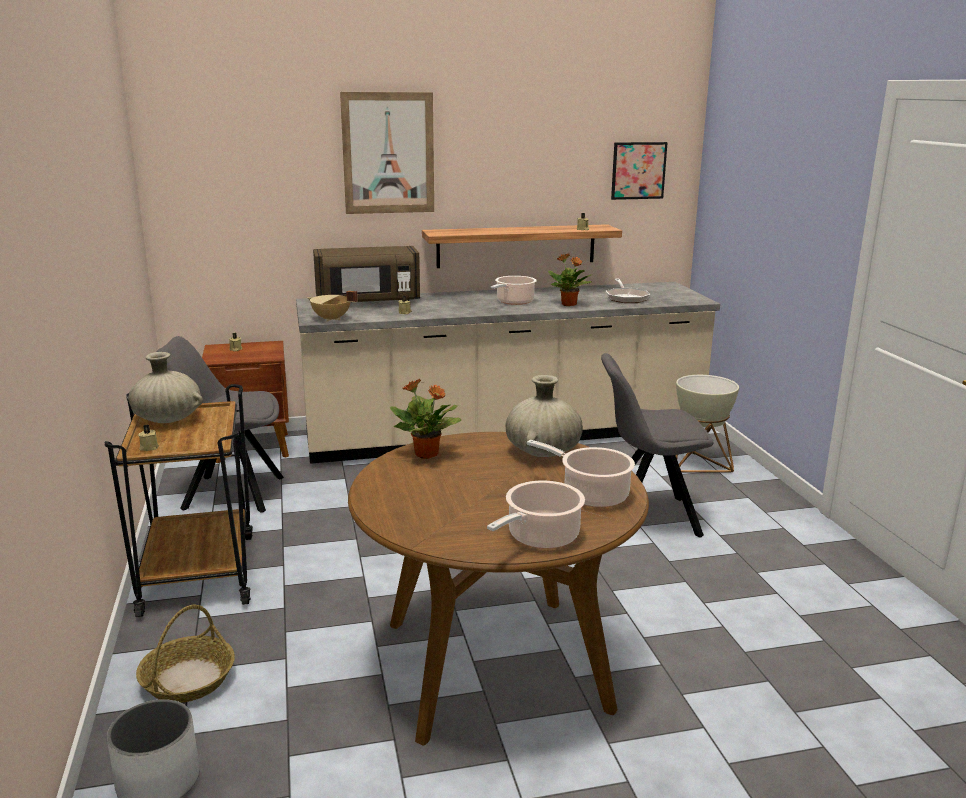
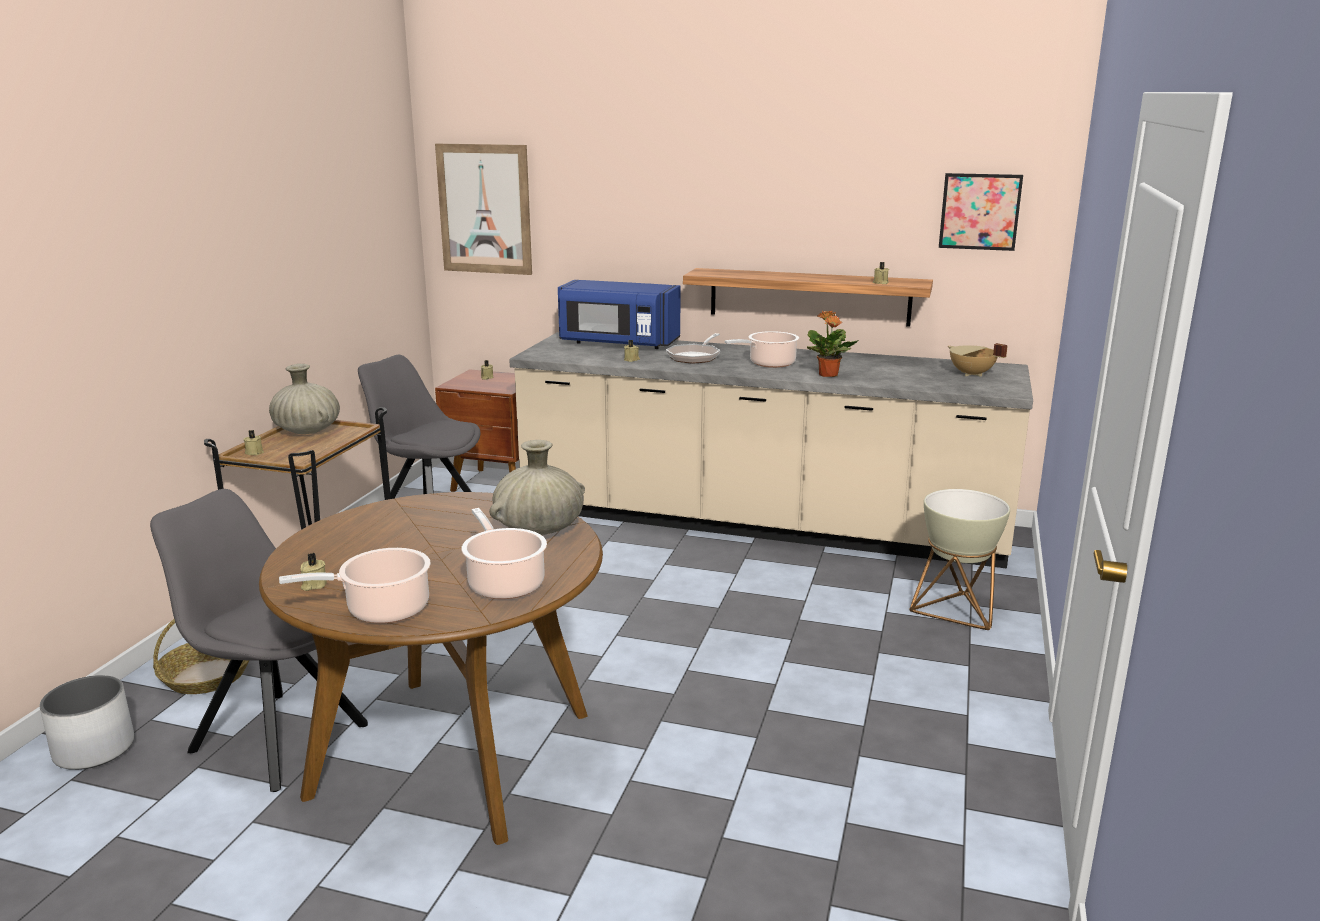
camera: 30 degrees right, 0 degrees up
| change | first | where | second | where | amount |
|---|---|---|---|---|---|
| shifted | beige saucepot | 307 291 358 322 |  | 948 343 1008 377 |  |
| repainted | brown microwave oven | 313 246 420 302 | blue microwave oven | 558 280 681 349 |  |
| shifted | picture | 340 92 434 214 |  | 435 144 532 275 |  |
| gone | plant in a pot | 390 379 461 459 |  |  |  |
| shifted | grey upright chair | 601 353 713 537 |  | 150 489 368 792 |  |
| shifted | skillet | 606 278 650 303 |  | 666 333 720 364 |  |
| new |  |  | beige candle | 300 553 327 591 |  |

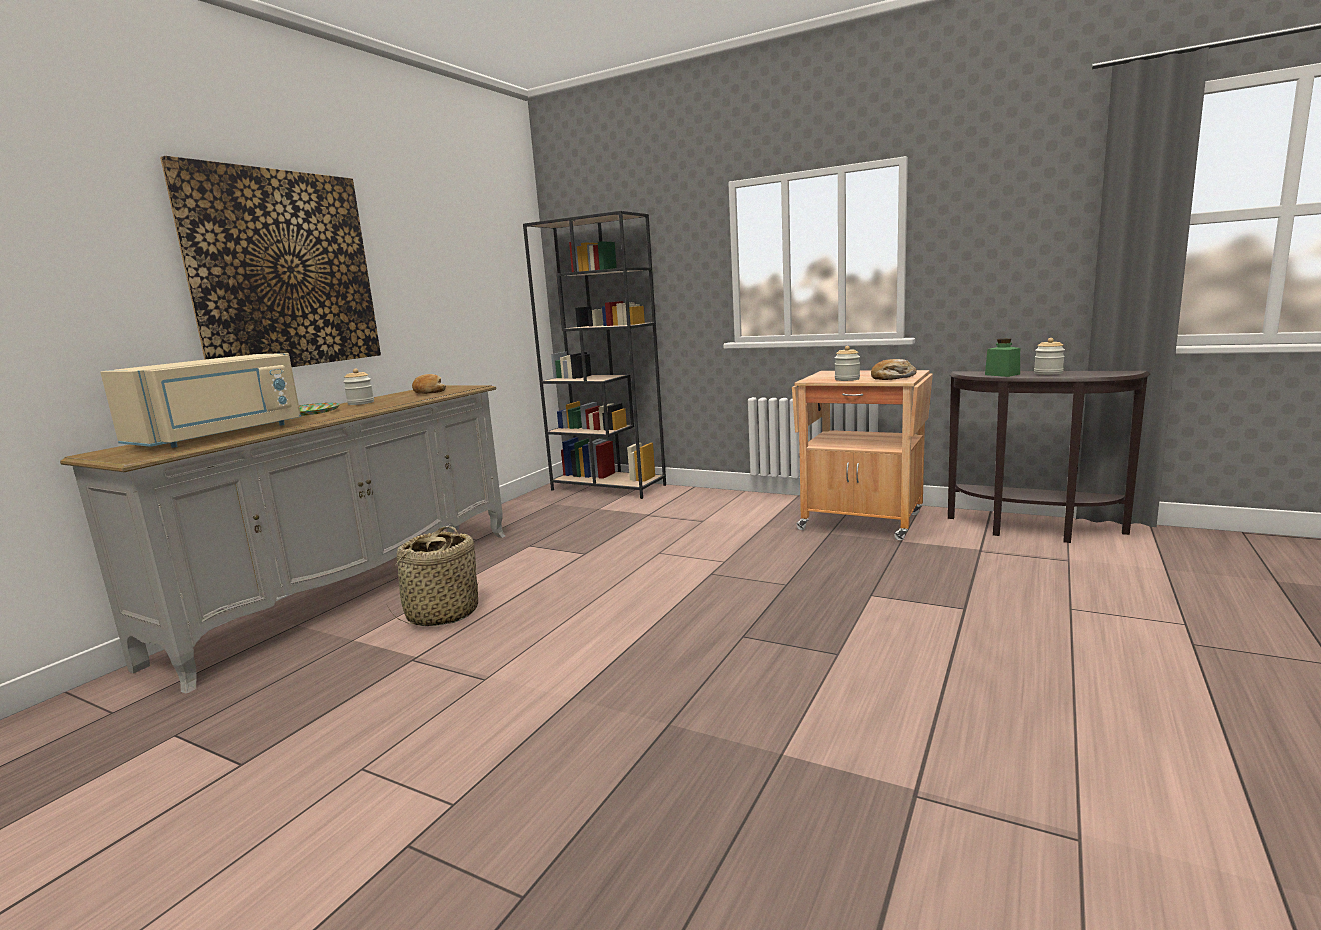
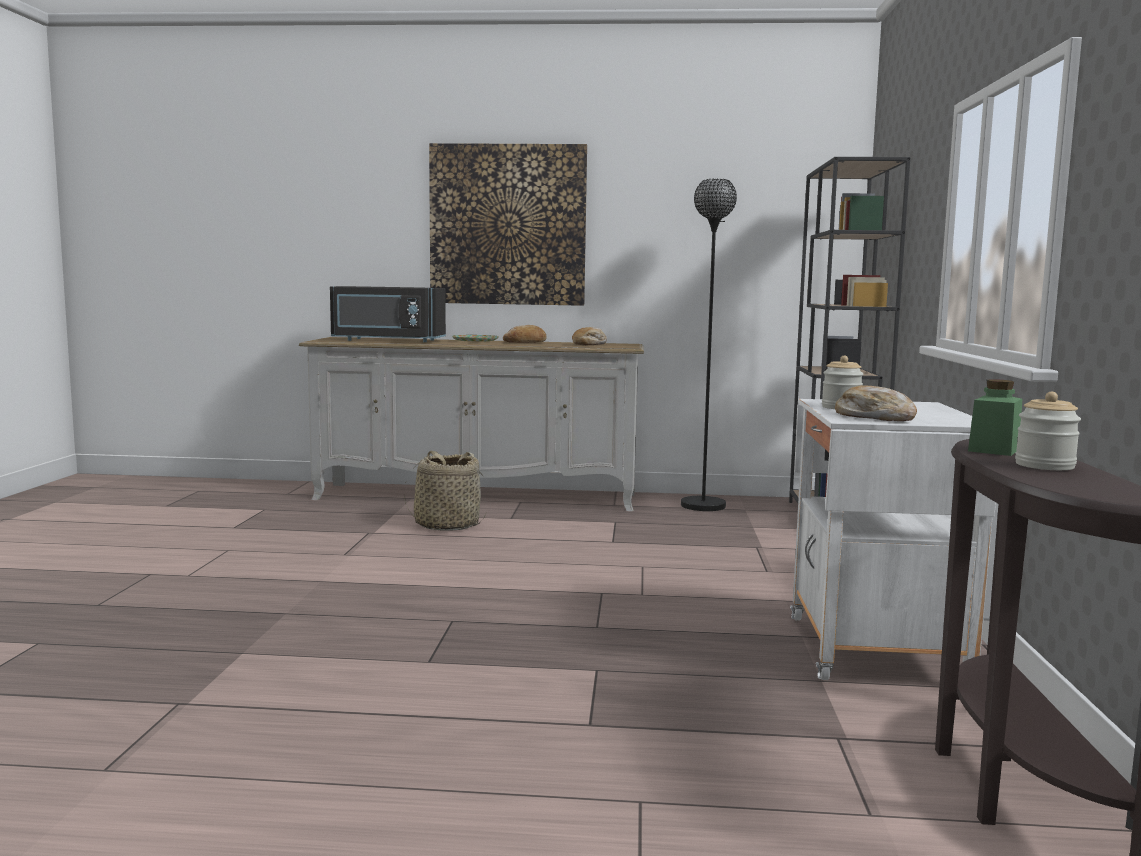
camera: 65 degrees right, 5 degrees down
| change | first | where | second | where | amount |
|---|---|---|---|---|---|
| repainted | beige microwave oven | 100 353 301 448 | black microwave oven | 330 286 446 342 |  |
| swapped | jar | 343 369 374 405 | baked bread | 503 325 547 343 |  |
| repainted | brown wheeled cart | 792 370 933 541 | white wheeled cart | 790 399 996 680 |  |
| new |  |  | black floor lamp | 681 179 737 511 |  |

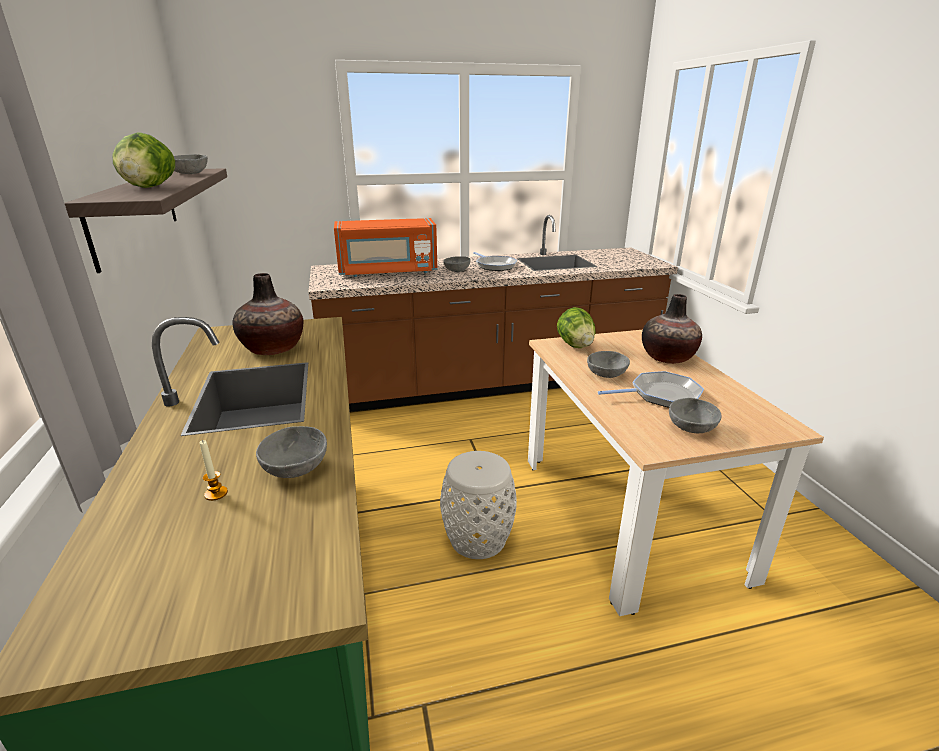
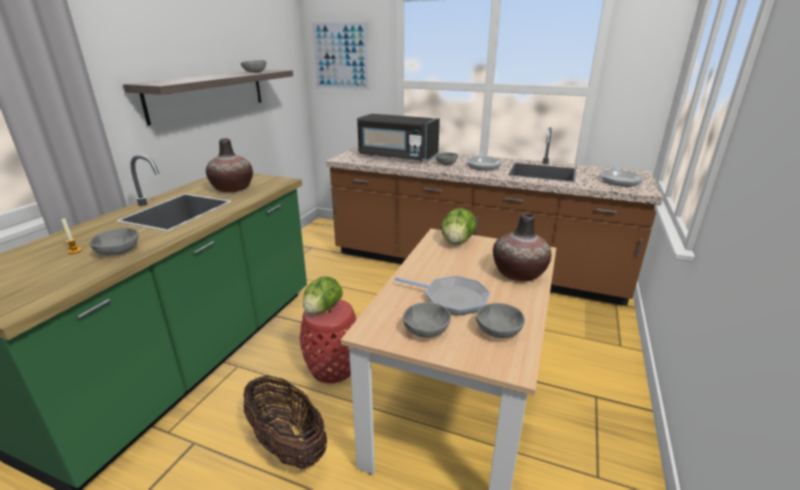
camera: 35 degrees right, 0 degrees up
| change | first | where | second | where | amount |
|---|---|---|---|---|---|
| shifted | lettuce | 112 132 175 188 |  | 303 277 343 314 |  |
| repainted | orange microwave oven | 334 218 438 277 | black microwave oven | 357 114 440 162 |  |
| repainted | white sitting stool | 440 451 517 559 | red-coloured sitting stool | 300 299 357 383 |  |
| shifted | grey serving bowl | 587 351 630 378 |  | 476 303 525 338 |  |
| new |  |  | storage basket | 243 375 327 469 |  |
| new |  |  | picture | 310 20 371 91 |  |
| new |  |  | skillet | 600 165 644 187 |  |

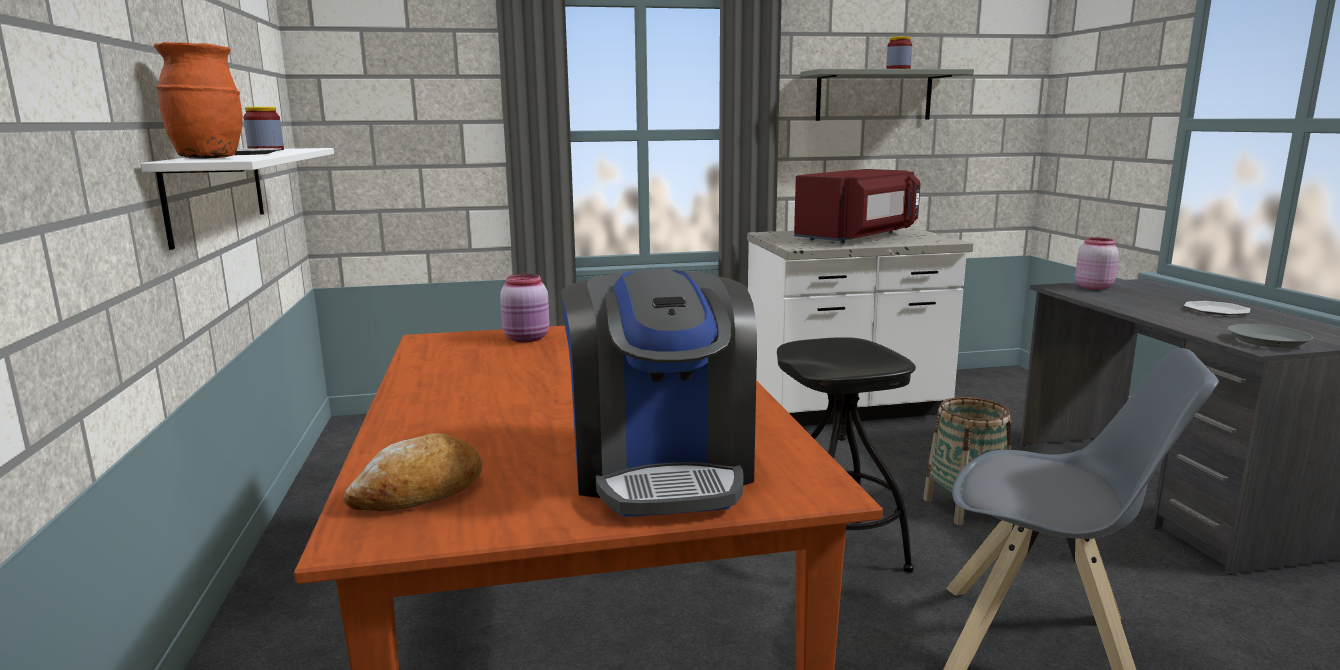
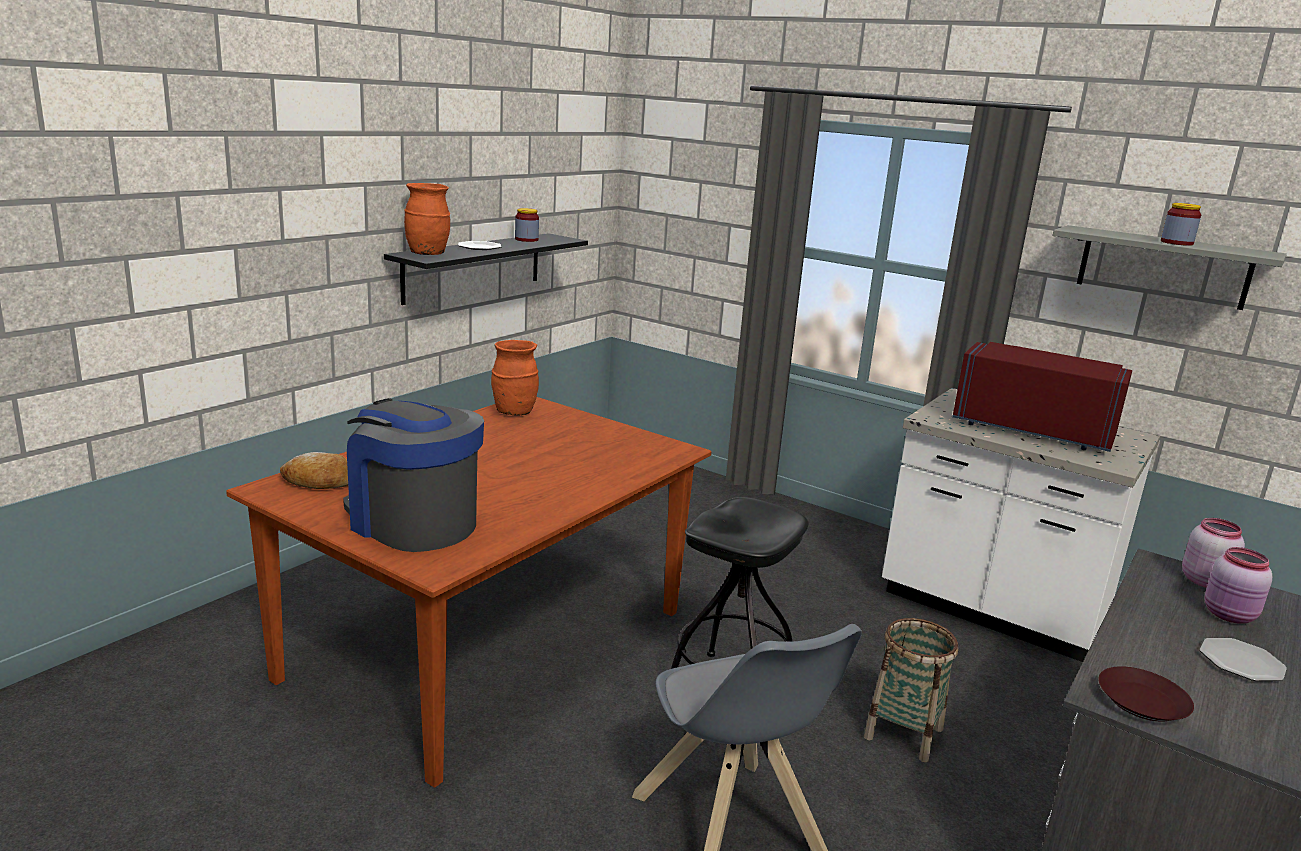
camera: 45 degrees right, 5 degrees up
| change | first | where | second | where | amount |
|---|---|---|---|---|---|
| repainted | white bracket shelf | 141 148 334 250 | black bracket shelf | 384 233 588 305 |  |
| shifted | pinkish jar | 500 274 550 342 |  | 1204 547 1272 624 |  |
| rotated | coffee machine | 561 268 757 517 |  | 343 398 484 552 | 90 degrees clockwise |
| rotated | red-coloured microwave oven | 794 169 920 244 |  | 952 342 1132 452 | 150 degrees counterclockwise |
| repainted | grey plate | 1228 324 1313 348 | brown plate | 1098 666 1194 721 |  |
| new |  |  | orange flower vase | 491 340 539 416 |  |

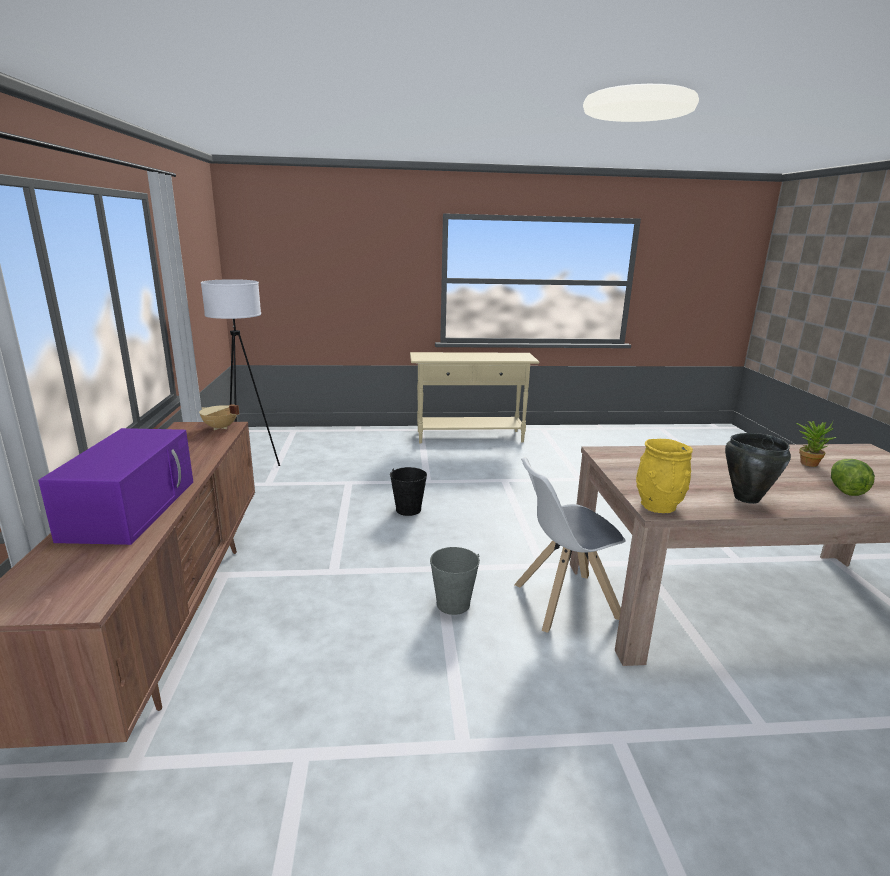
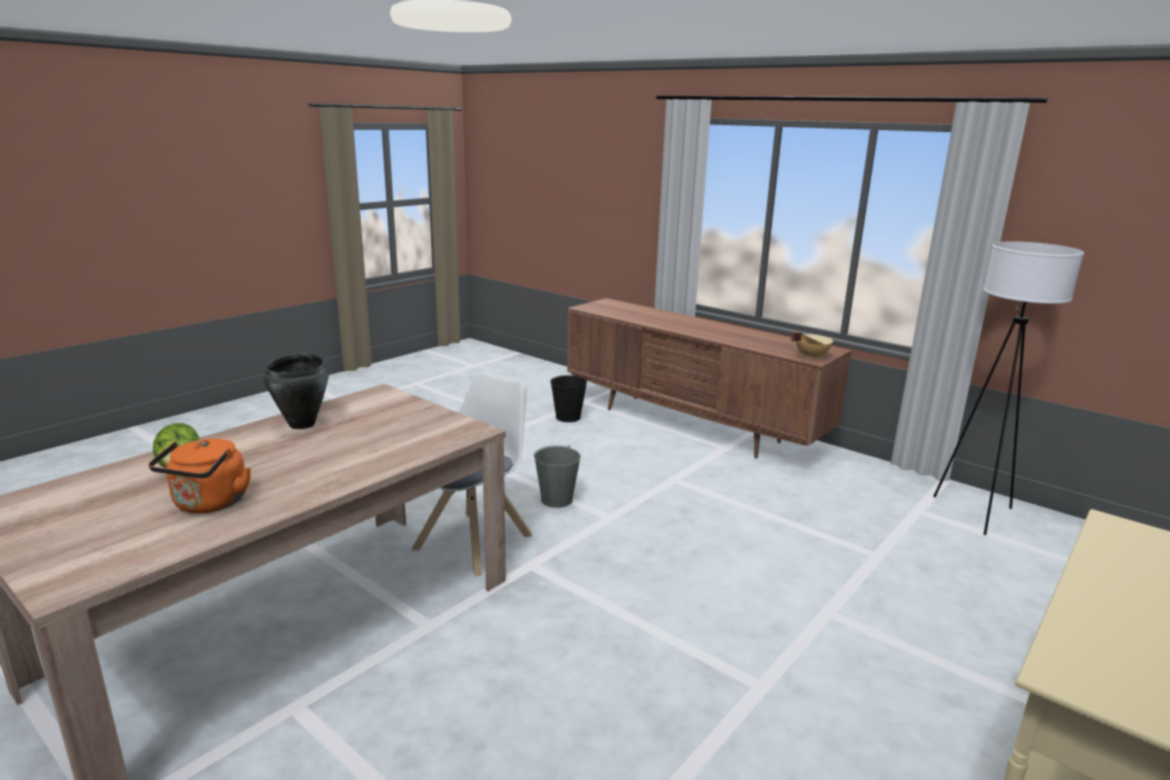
camera: 135 degrees right, 0 degrees up
| change | first | where | second | where | amount |
|---|---|---|---|---|---|
| gone | purple microwave oven | 38 428 193 545 |  |  |  |
| shifted | black bucket | 390 467 427 516 |  | 551 375 587 422 |  |
| gone | yellow flower vase | 636 439 693 513 |  |  |  |
| swapped | plant in a pot | 796 421 836 467 | orange kettle | 148 439 251 513 |  |

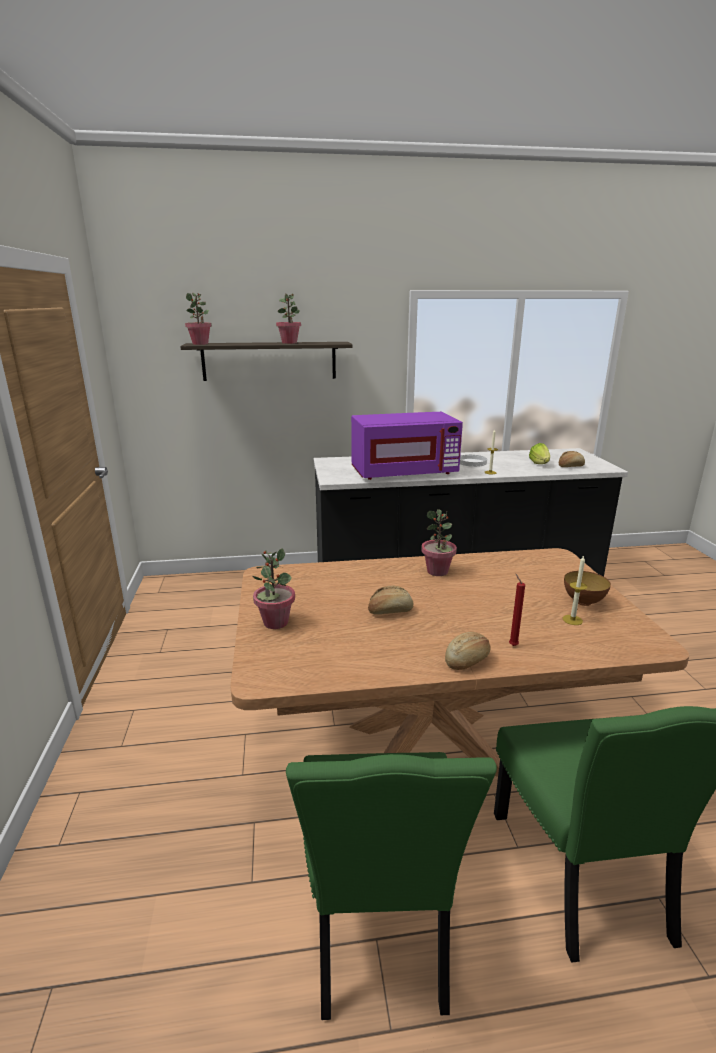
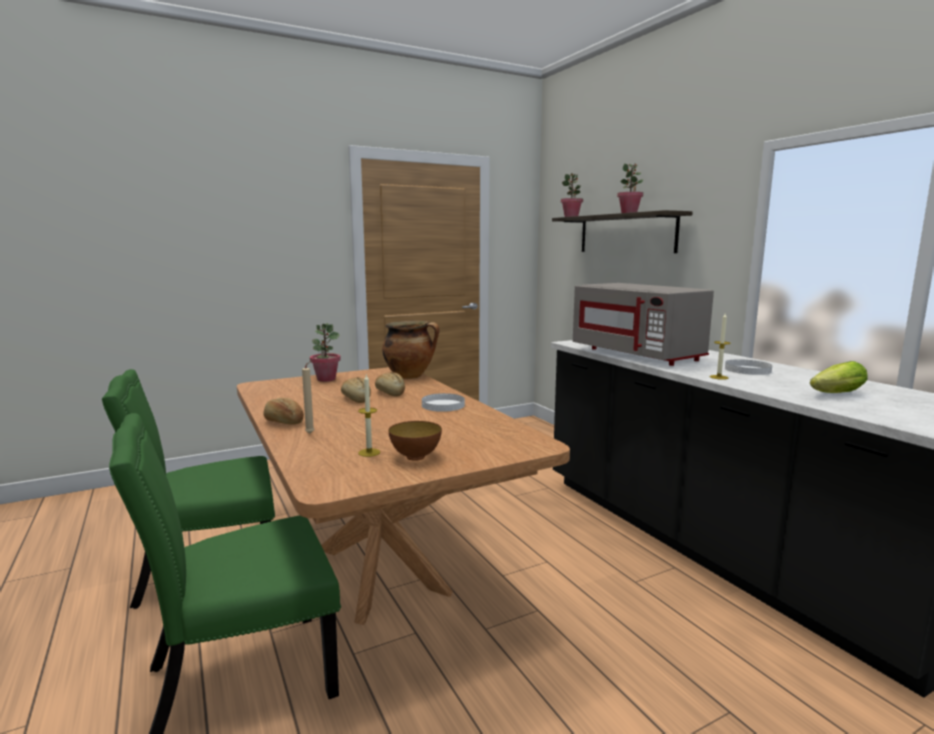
camera: 70 degrees right, 10 degrees down
| change | first | where | second | where | amount |
|---|---|---|---|---|---|
| repainted | purple microwave oven | 351 412 463 480 | grey microwave oven | 573 283 714 366 |  |
| swapped | plant in a pot | 421 509 457 576 | white plate | 422 393 465 412 |  |
| repainted | red-coloured candle | 509 574 525 646 | beige candle | 302 360 315 434 |  |
| shifted | baked bread | 559 451 585 467 |  | 375 372 405 397 |  |
| new |  |  | saucepot | 382 321 439 379 |  |

